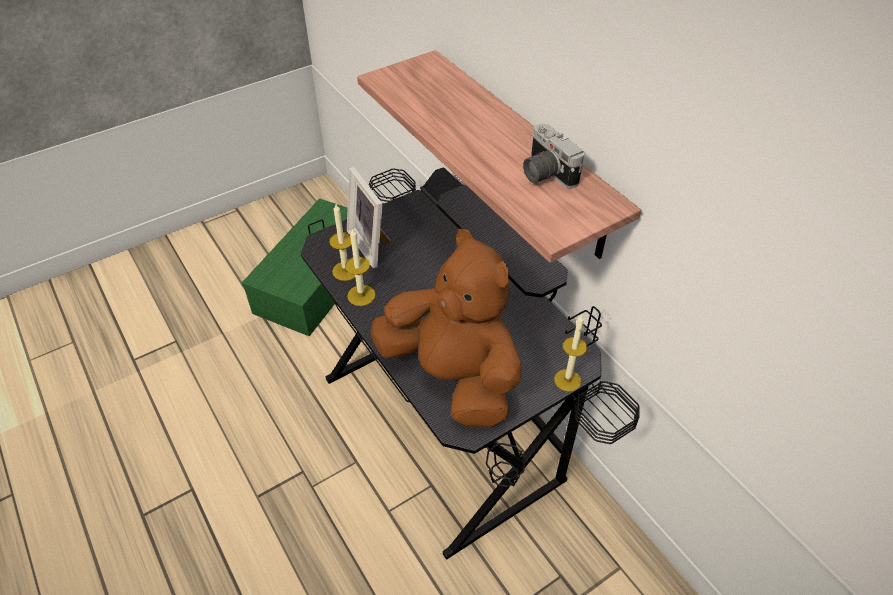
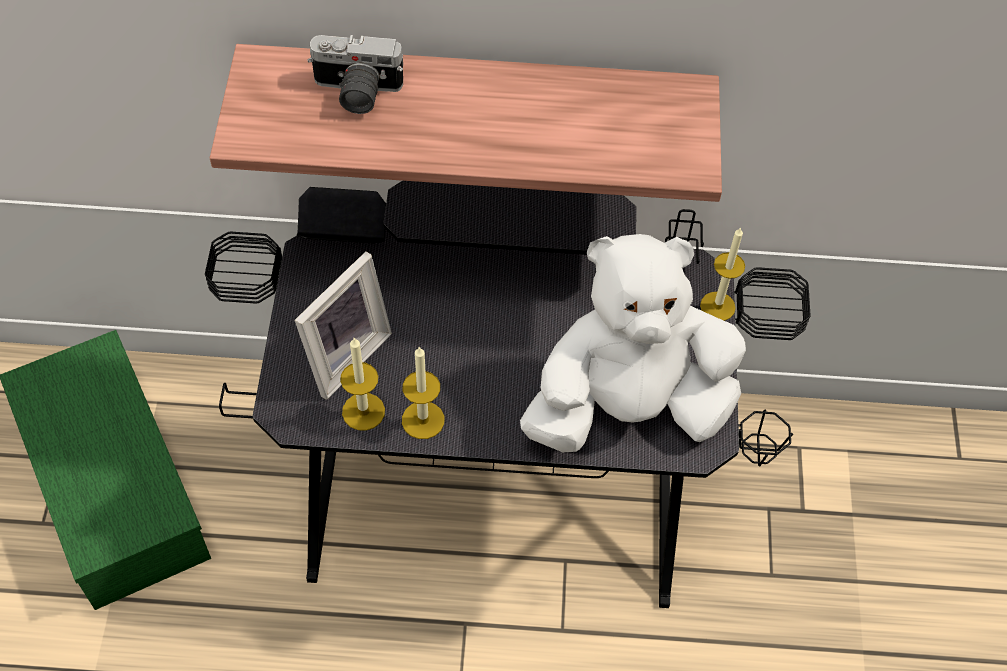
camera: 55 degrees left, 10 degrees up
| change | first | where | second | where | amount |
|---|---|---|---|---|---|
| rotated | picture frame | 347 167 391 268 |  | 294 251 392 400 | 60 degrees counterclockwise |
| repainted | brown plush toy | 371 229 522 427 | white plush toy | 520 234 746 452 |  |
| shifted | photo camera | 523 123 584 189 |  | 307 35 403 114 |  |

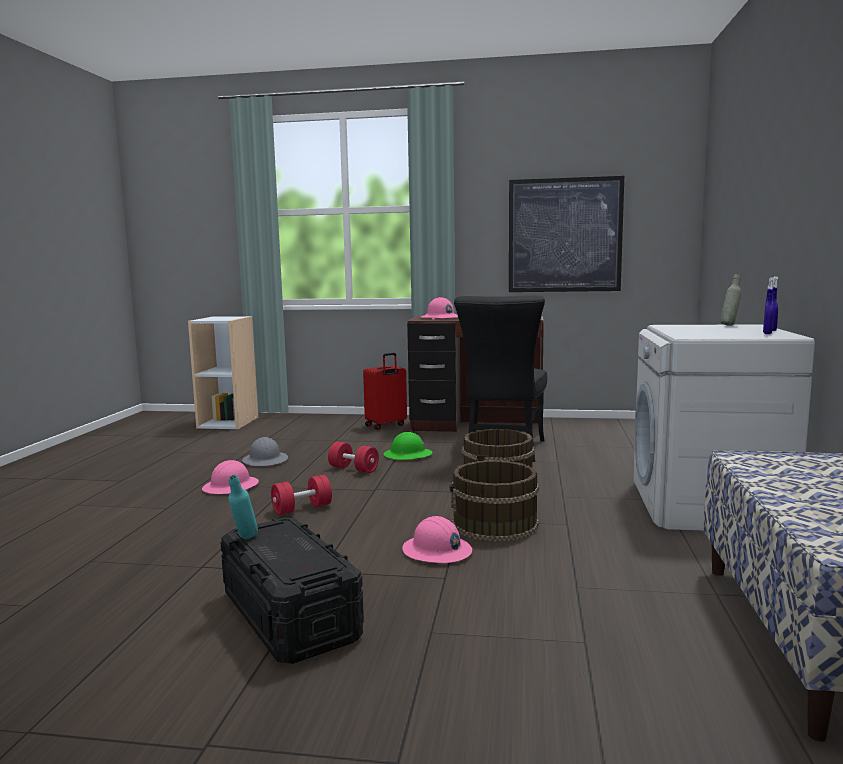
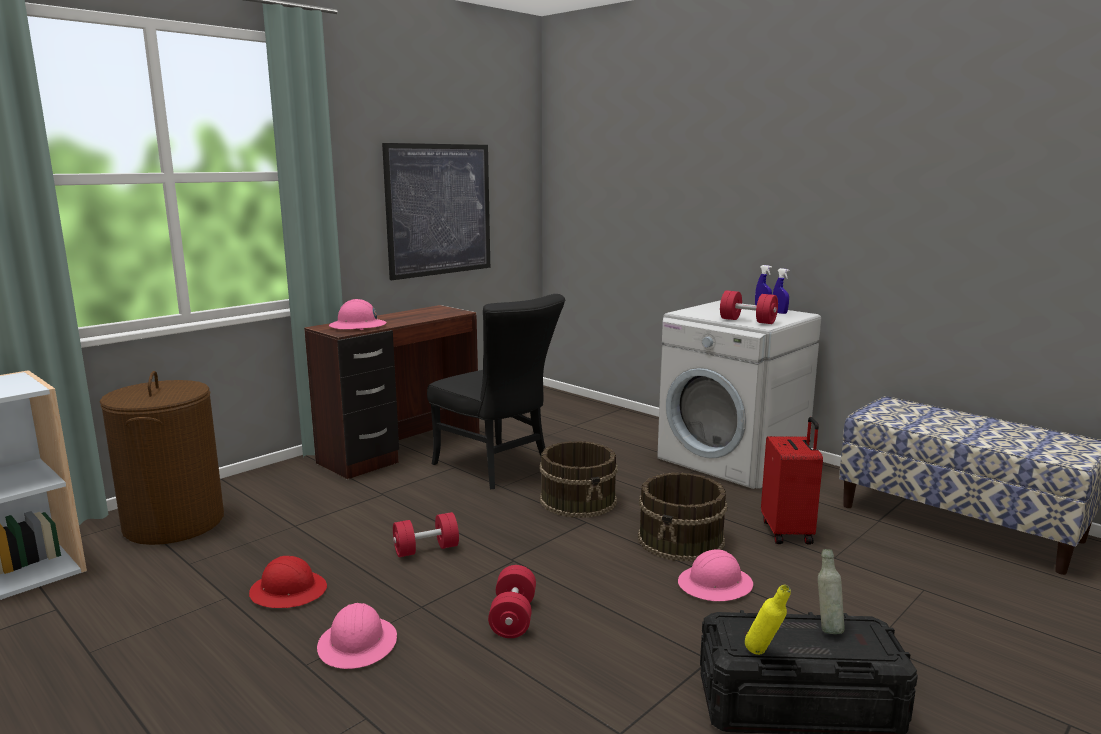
camera: 55 degrees left, 5 degrees up
| change | first | where | second | where | amount |
|---|---|---|---|---|---|
| repainted | blue-green bottle | 228 475 258 539 | yellow bottle | 745 585 791 655 |  |
| repainted | grey safety helmet | 242 437 288 466 | red-coloured safety helmet | 249 556 327 608 |  |
| shifted | red-coloured travel case | 363 353 407 430 |  | 761 417 823 544 |  |
| gone | green safety helmet | 383 432 432 460 |  |  |  |
| shifted | grey bottle | 720 274 742 326 |  | 818 549 845 634 |  |
| new |  |  | brown laundry basket | 100 371 224 545 |  |
| new |  |  | red-coloured free weight | 720 291 778 324 |  |

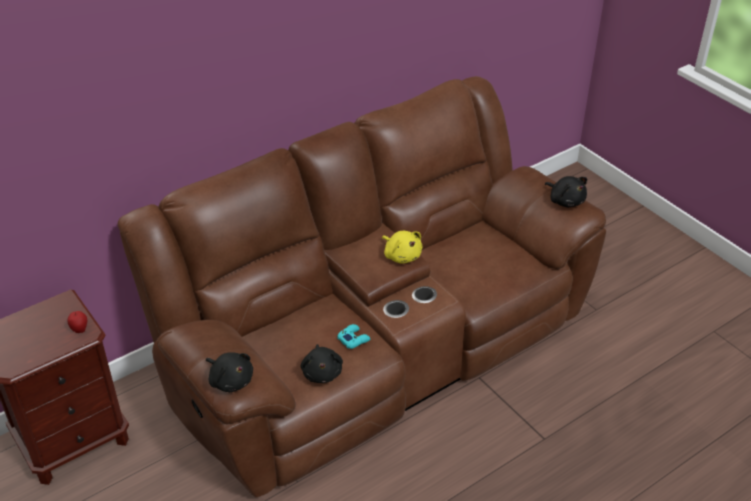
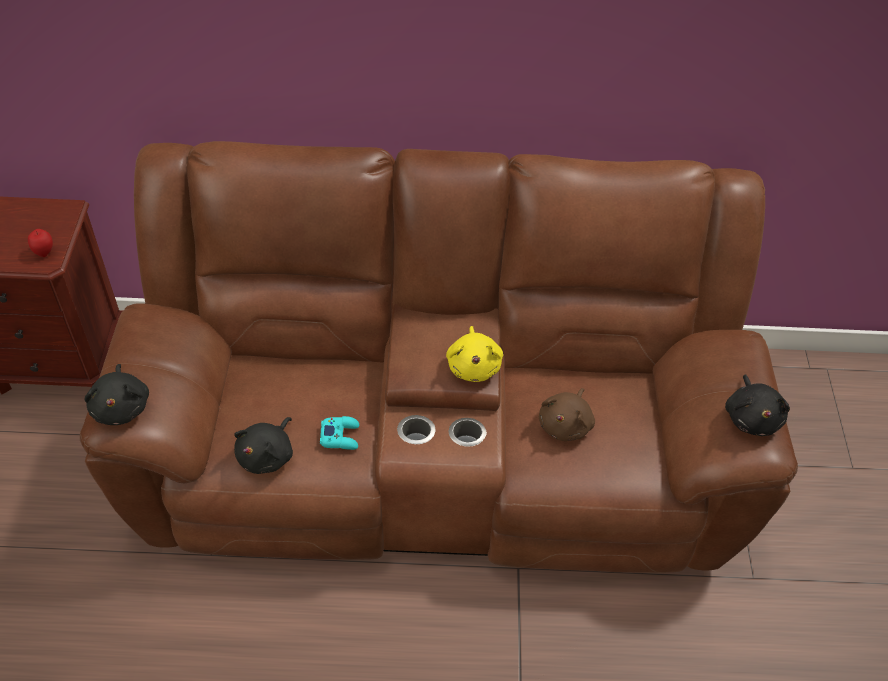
camera: 35 degrees right, 10 degrees up
| change | first | where | second | where | amount |
|---|---|---|---|---|---|
| new |  |  | brown plush toy | 539 388 595 441 |  |

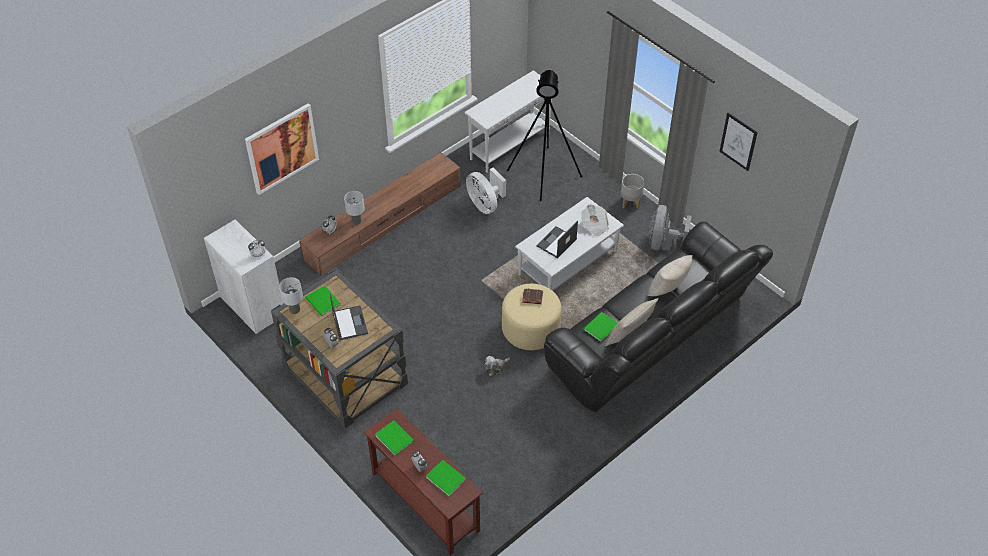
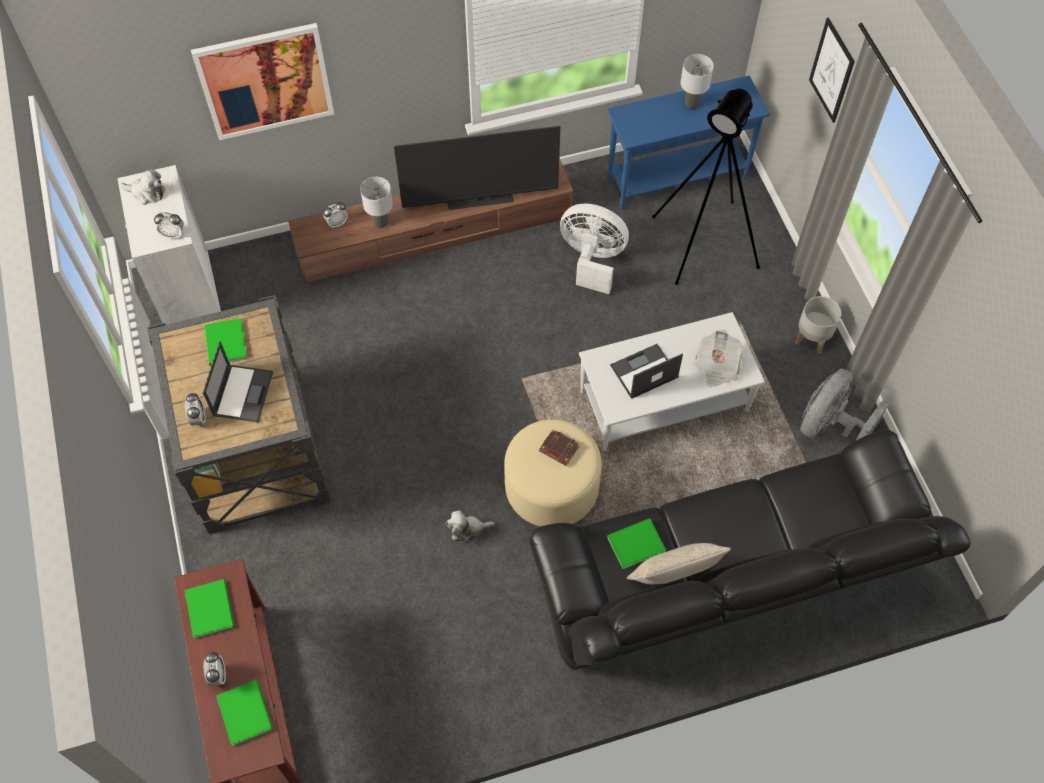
camera: 25 degrees right, 10 degrees up
| change | first | where | second | where | amount |
|---|---|---|---|---|---|
| shifted | white table lamp | 279 277 303 314 |  | 680 54 714 109 |  |
| repainted | white hall table | 464 70 552 173 | blue hall table | 607 75 770 210 |  |
| rotated | white cooling fan | 466 168 506 214 |  | 560 204 629 294 | 120 degrees clockwise |
| gone | beige cushion | 647 255 693 296 |  |  |  |
| shifted | picture | 719 113 758 171 |  | 809 17 855 123 |  |
| new |  |  | plush toy | 120 169 166 205 |  |
| new |  |  | TV | 394 126 561 210 |  |

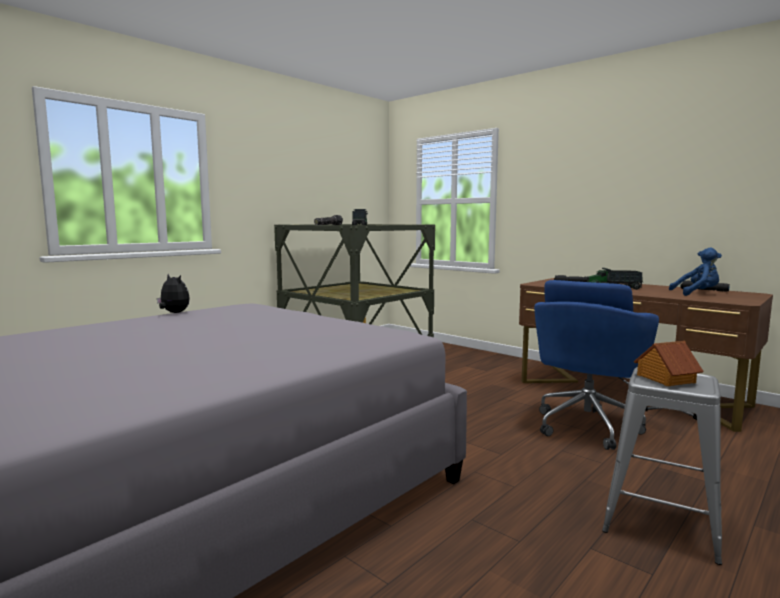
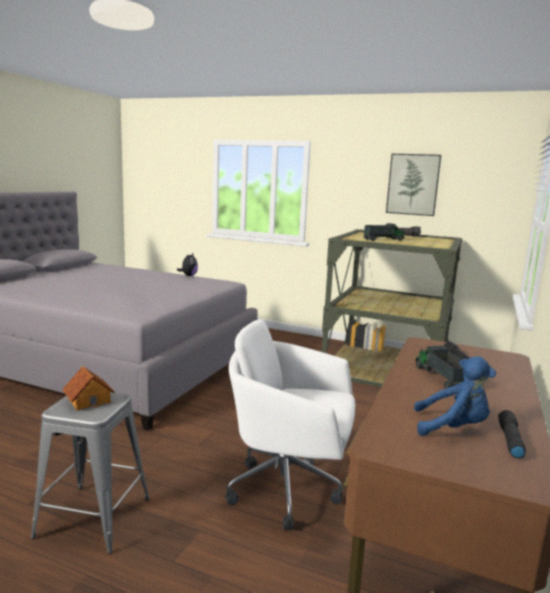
camera: 70 degrees right, 5 degrees up
| change | first | where | second | where | amount |
|---|---|---|---|---|---|
| repainted | blue desk chair | 534 280 659 450 | white desk chair | 225 320 355 530 |  |
| rotated | blue plush toy | 669 248 722 296 |  | 414 356 496 436 | 60 degrees counterclockwise |
| new |  |  | picture | 386 154 441 216 |  |

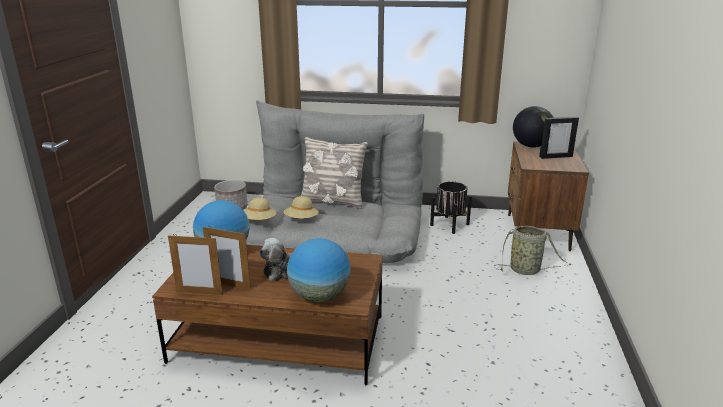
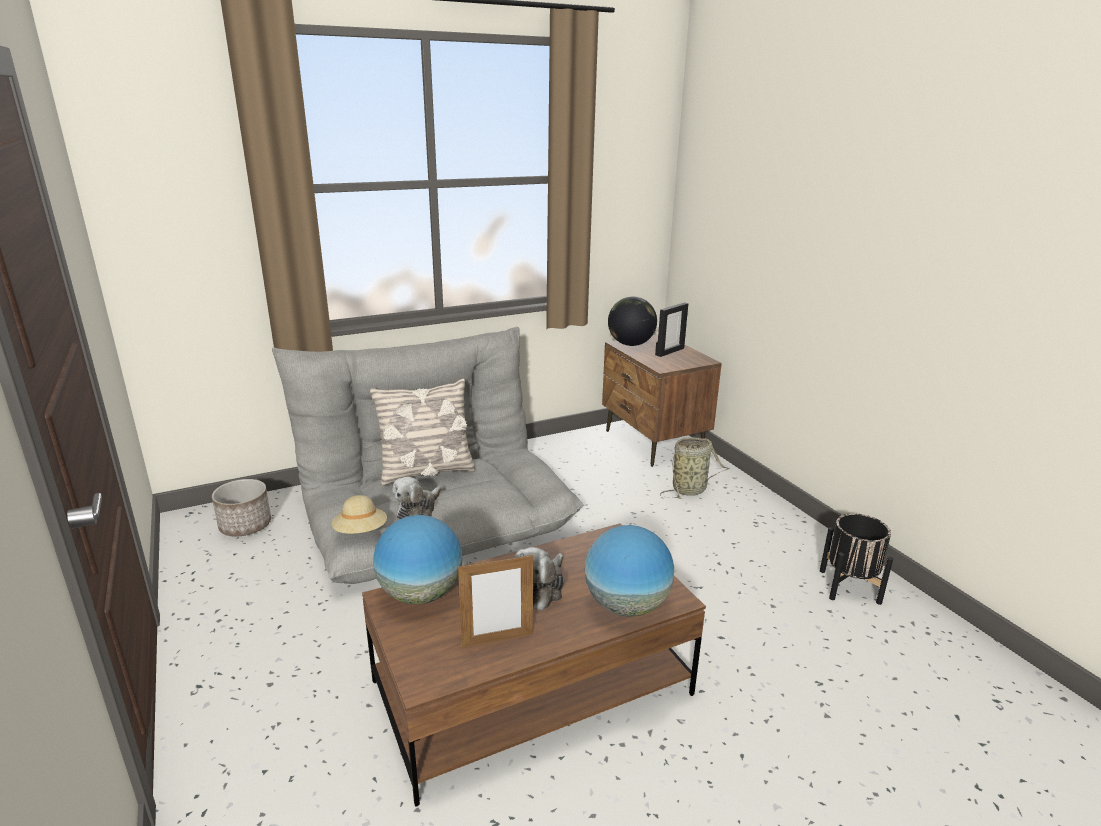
camera: 35 degrees left, 0 degrees up
| change | first | where | second | where | amount |
|---|---|---|---|---|---|
| gone | picture frame | 168 236 222 295 |  |  |  |
| swapped | beige wearable hat | 283 196 319 219 | plush toy | 392 477 441 520 |  |
| shifted | black flower pot | 430 181 472 234 |  | 820 513 893 605 |  |

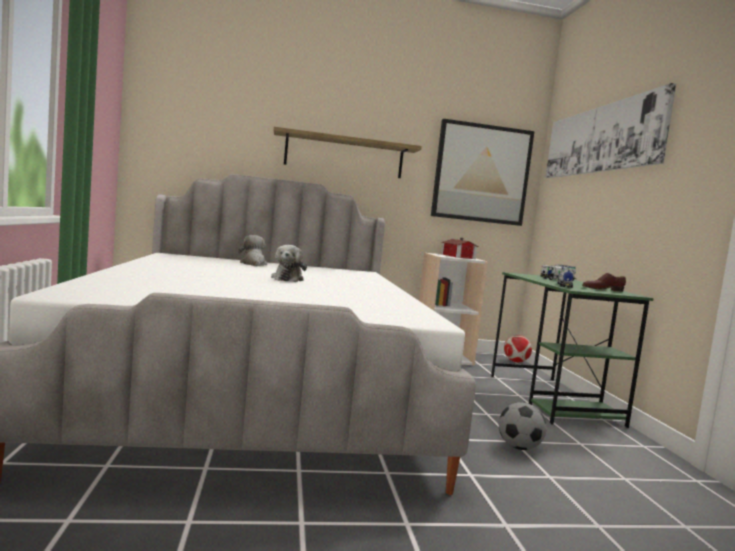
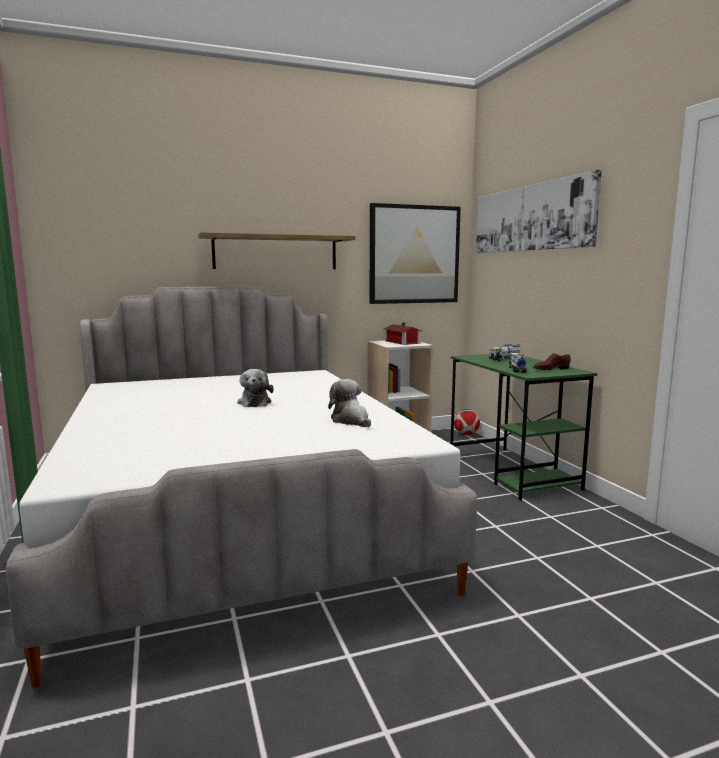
camera: 10 degrees left, 5 degrees up
| change | first | where | second | where | amount |
|---|---|---|---|---|---|
| shifted | plush toy | 238 235 267 266 |  | 328 379 371 427 |  |
| gone | ball for football | 499 402 546 450 |  |  |  |

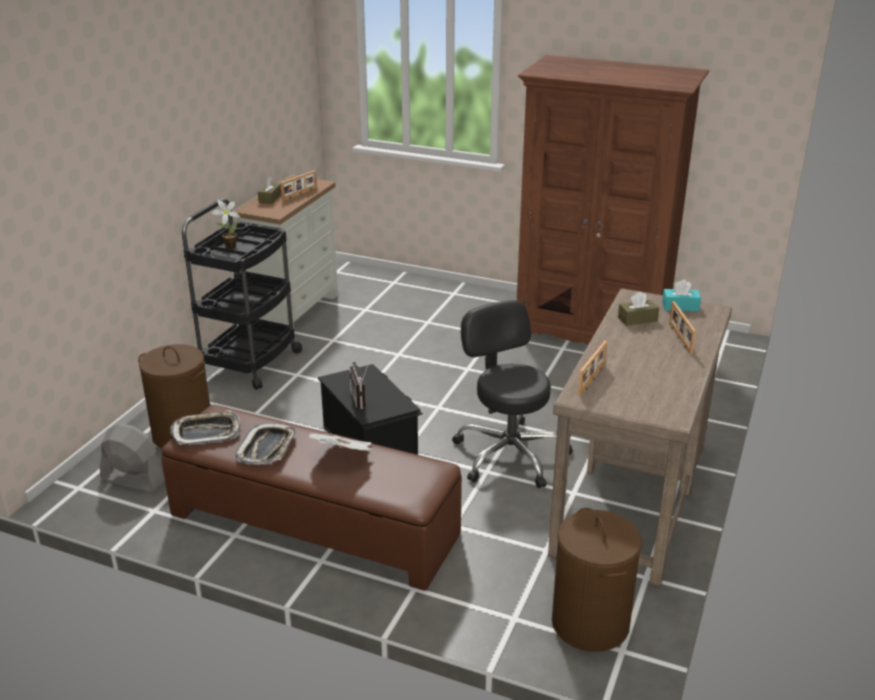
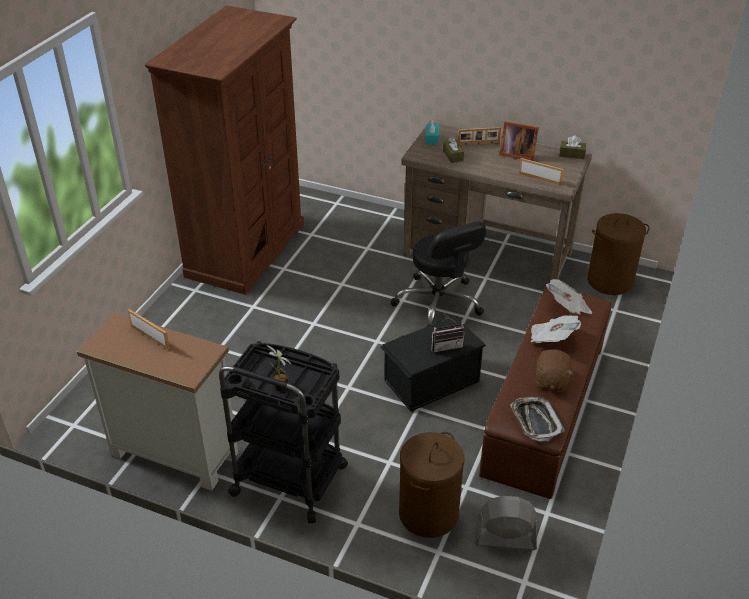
camera: 90 degrees left, 10 degrees up
| change | first | where | second | where | amount |
|---|---|---|---|---|---|
| rotated | grey cooling fan | 100 424 165 492 |  | 475 496 538 550 | 75 degrees clockwise |
| swapped | carrying tray | 236 423 296 465 | brown plush toy | 535 349 574 392 |  |
| shifted | brown tissue holder | 258 177 281 204 |  | 559 136 586 159 |  |
| rotated | black desk chair | 452 300 573 488 |  | 391 221 486 327 | 90 degrees counterclockwise |
| new |  |  | picture frame | 499 121 539 161 |  |
| new |  |  | daily paper | 546 279 593 314 |  |

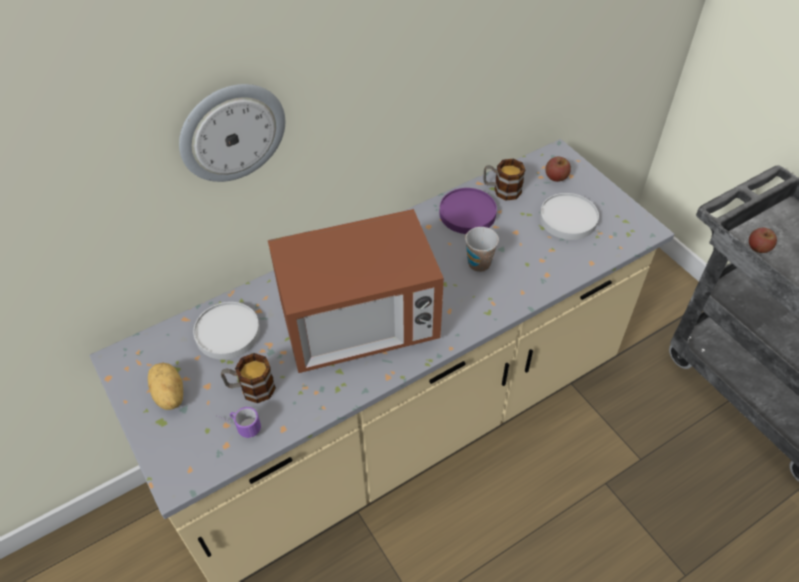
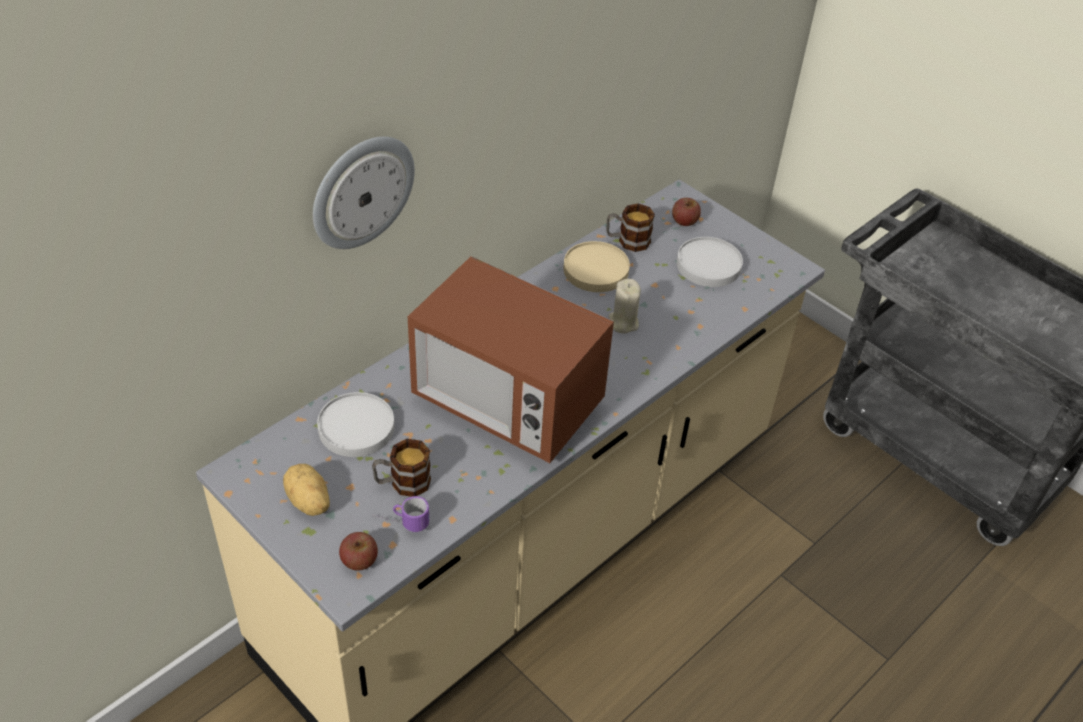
camera: 15 degrees left, 5 degrees down
| change | first | where | second | where | amount |
|---|---|---|---|---|---|
| rotated | microwave oven | 268 209 444 373 |  | 408 256 614 463 | 60 degrees clockwise |
| repainted | purple plate | 439 188 497 234 | beige plate | 563 241 630 292 |  |
| swapped | small cup | 465 227 499 272 | beige candle | 608 279 641 334 |  |
| shifted | whole apple | 749 228 777 253 |  | 339 532 378 571 |  |

